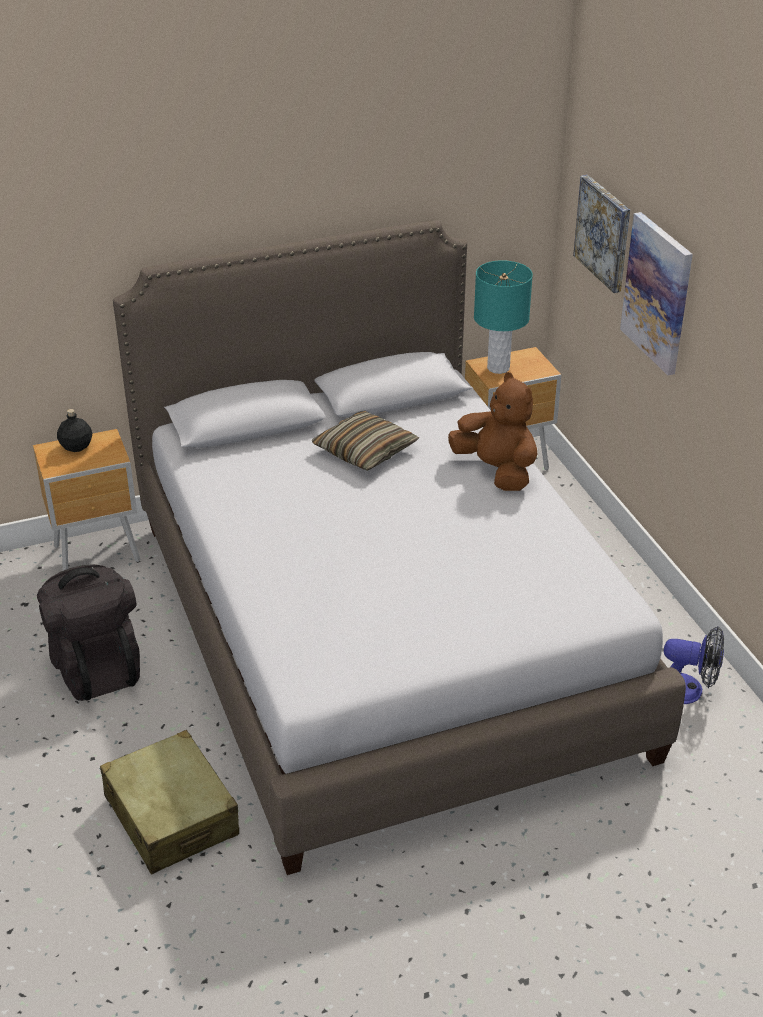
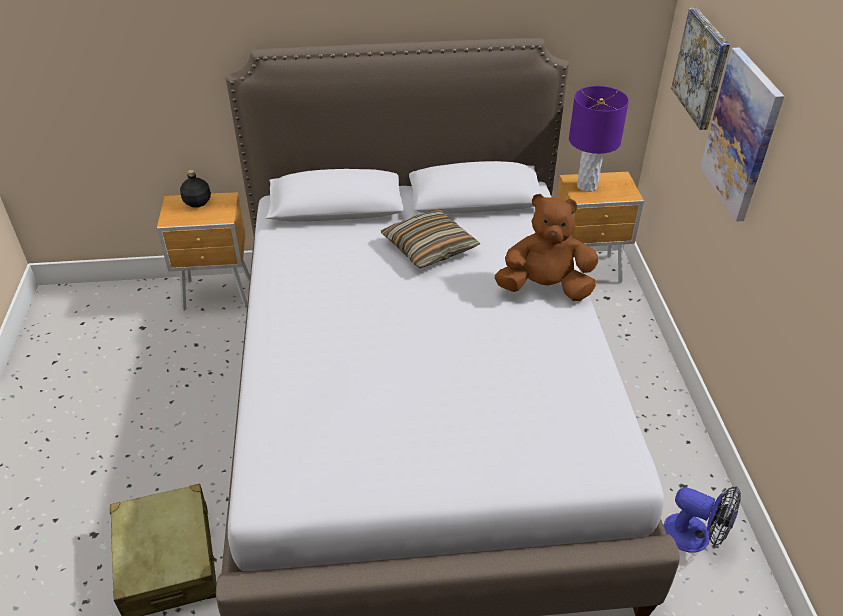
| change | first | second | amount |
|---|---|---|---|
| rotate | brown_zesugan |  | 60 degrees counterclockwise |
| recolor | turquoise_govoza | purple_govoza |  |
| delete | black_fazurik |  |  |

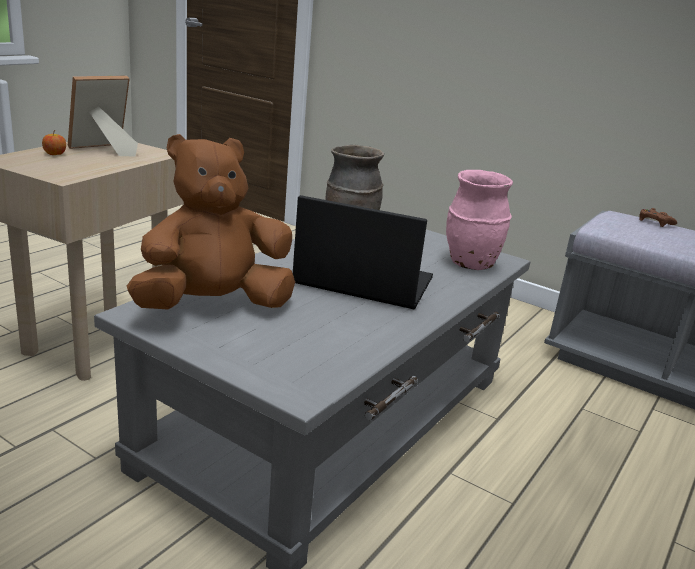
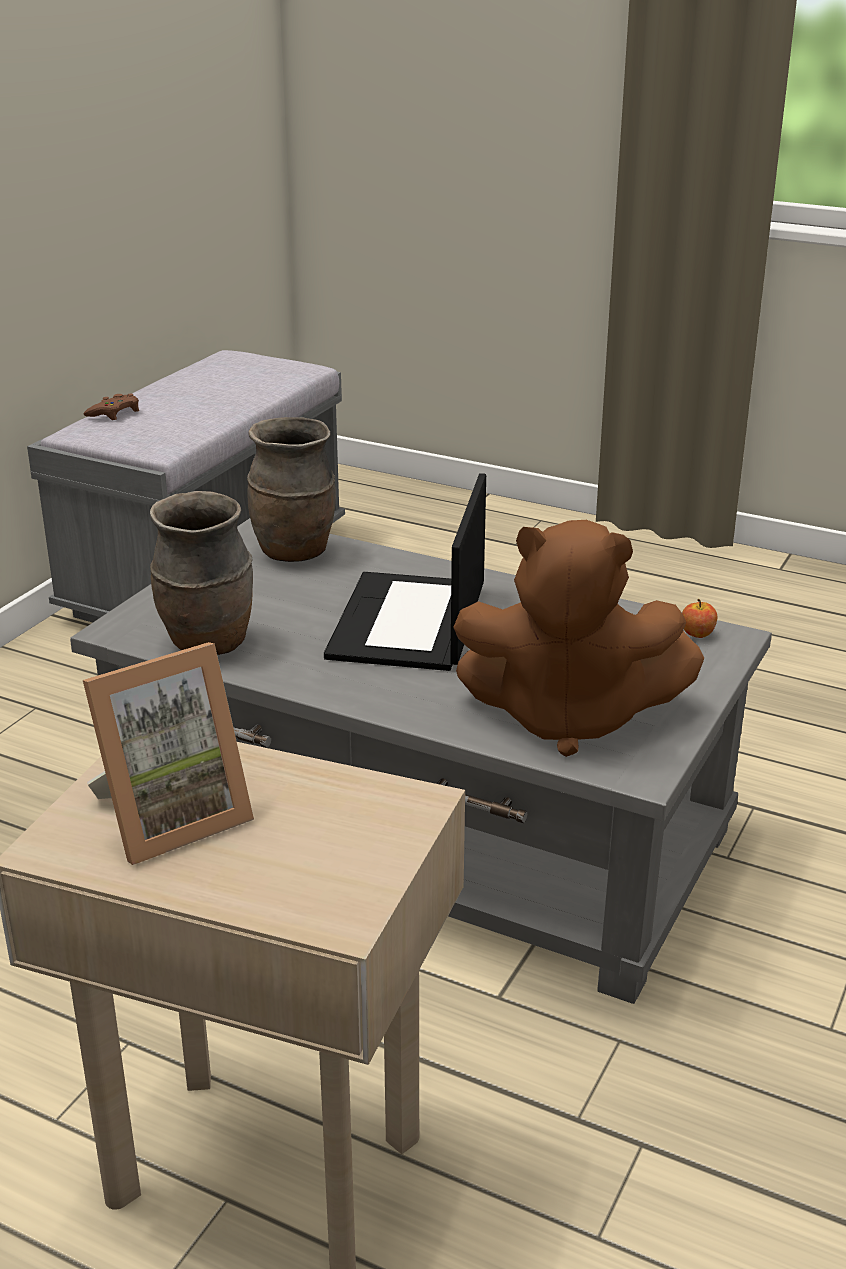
| change | first | second | amount |
|---|---|---|---|
| rotate | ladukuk |  | 75 degrees counterclockwise |
| recolor | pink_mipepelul | brown_mipepelul (2nd from left) |  |
| rotate | brown_zesugan |  | 45 degrees counterclockwise |
| move | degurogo |  |  |

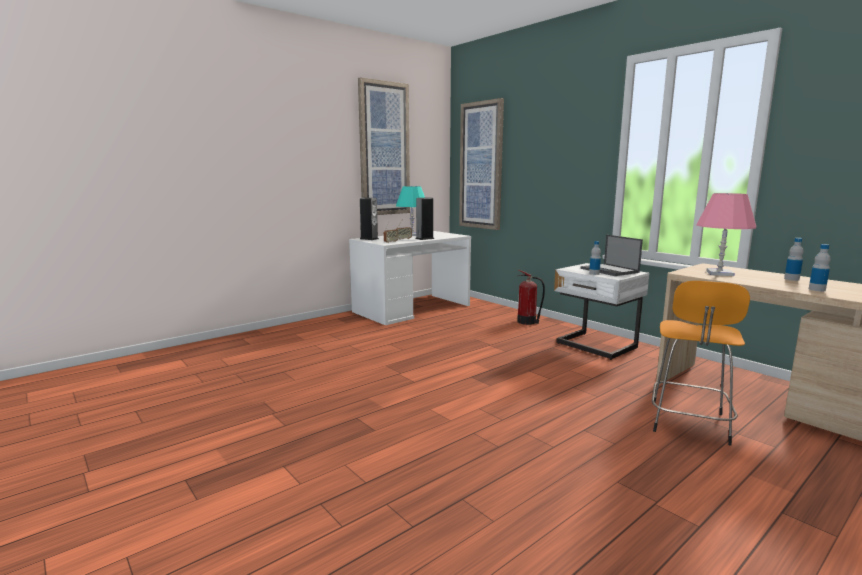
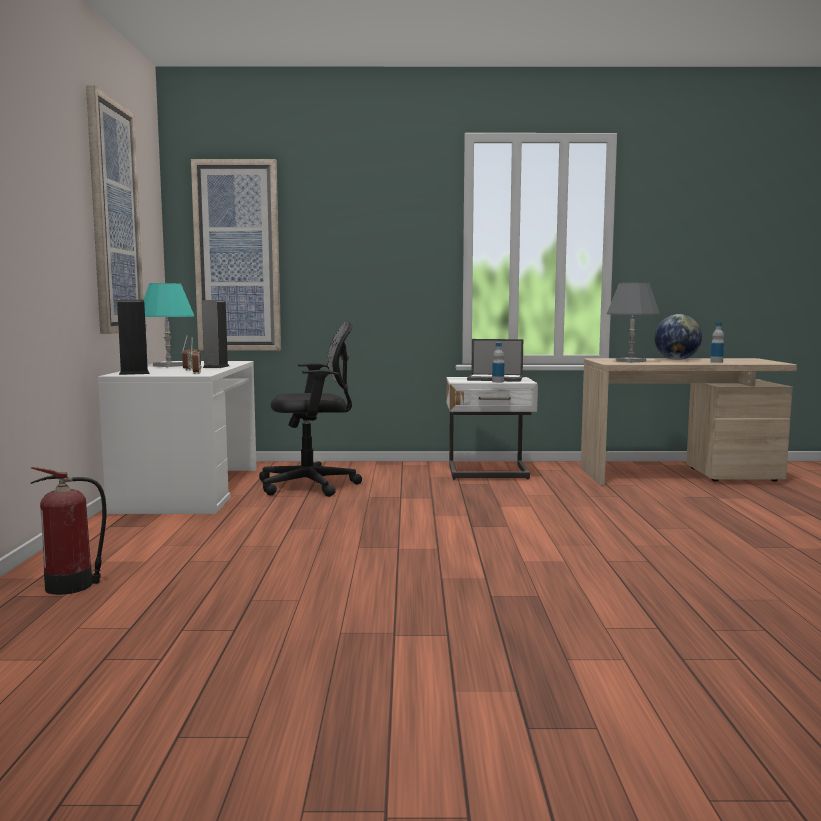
| change | first | second | amount |
|---|---|---|---|
| move | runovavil |  |  |
| insert |  | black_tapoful |  |
| recolor | pink_govoza | grey_govoza |  |
| replace | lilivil (2nd from left) | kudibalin |  |
| delete | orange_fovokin |  |  |

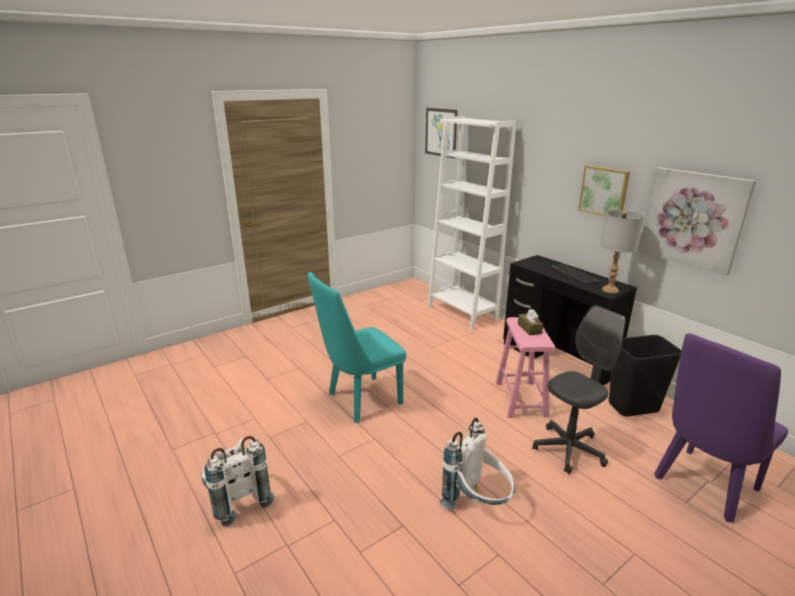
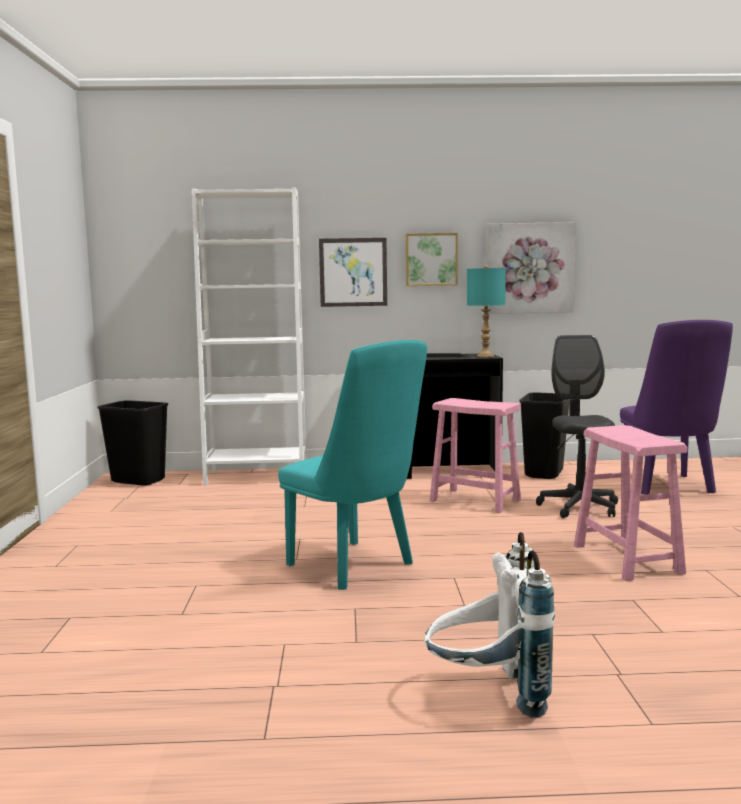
| change | first | second | amount |
|---|---|---|---|
| insert |  | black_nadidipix (1st from left) |  |
| rotate | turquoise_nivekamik |  | 45 degrees counterclockwise |
| move | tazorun (1st from left) |  |  |
| recolor | grey_govoza | turquoise_govoza |  |
| replace | white_fazurik (2nd from left) | pink_fovokin (2nd from left) |  |
| delete | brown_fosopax |  |  |

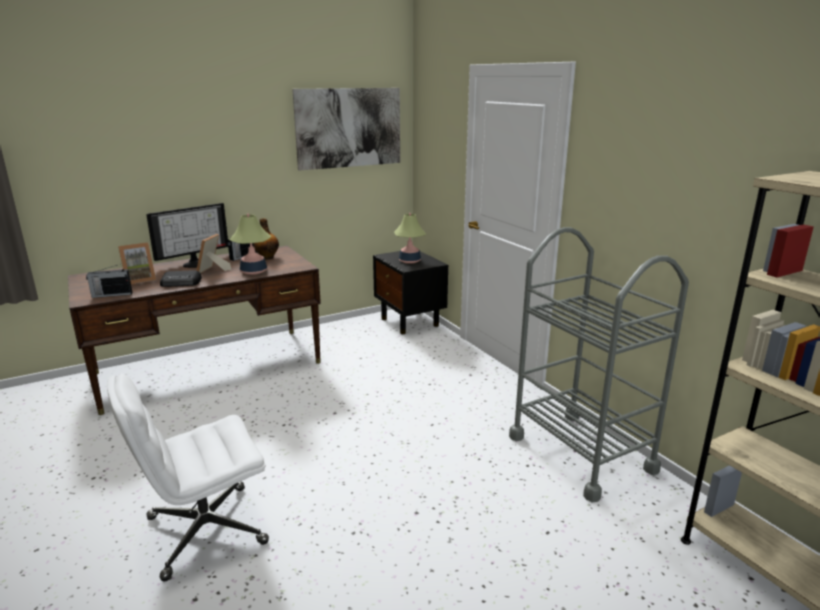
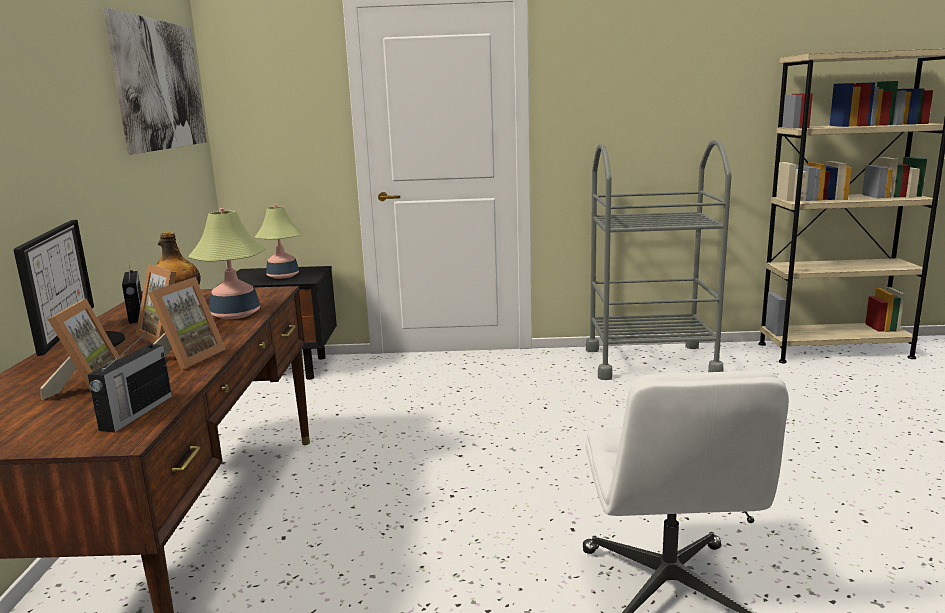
| change | first | second | amount |
|---|---|---|---|
| replace | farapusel (2nd from left) | ladukuk (3rd from left) |  |

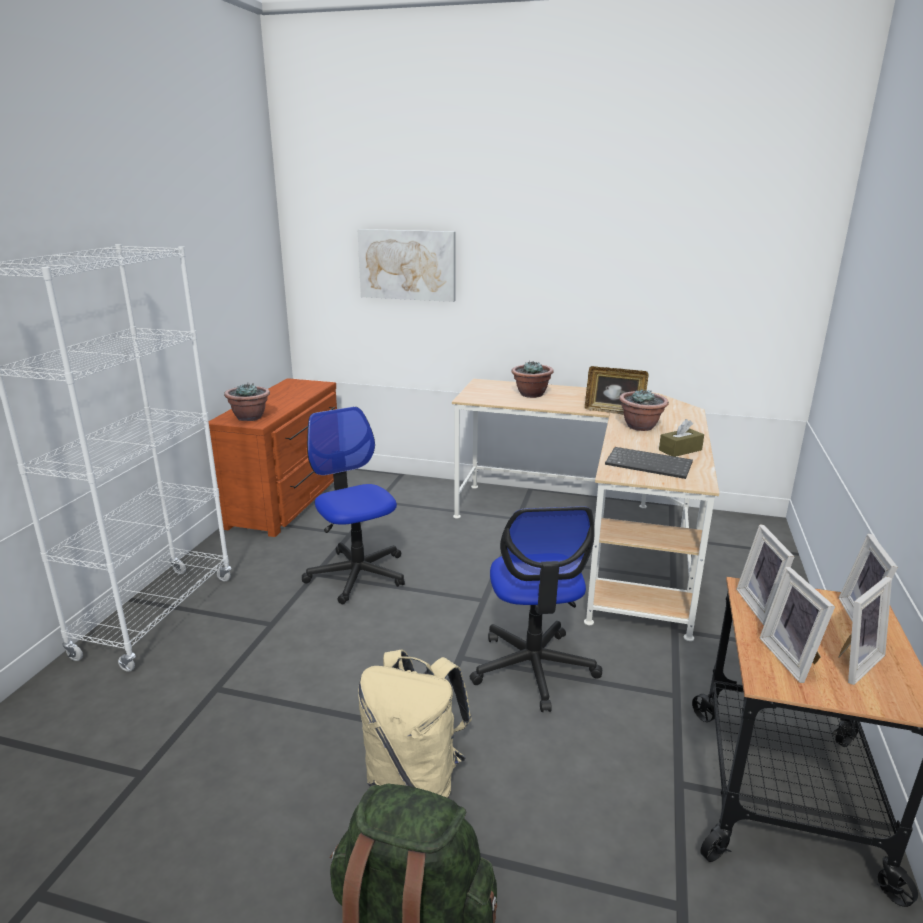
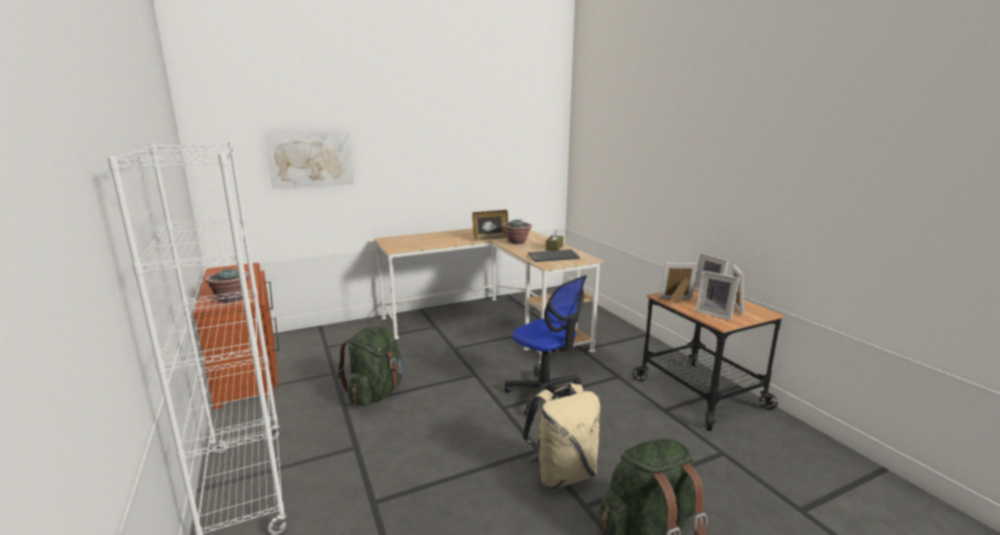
| change | first | second | amount |
|---|---|---|---|
| replace | tapoful (1st from left) | green_fazurik (1st from left) |  |
| rotate | ladukuk (2nd from left) |  | 135 degrees clockwise |
| delete | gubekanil (2nd from left) |  |  |

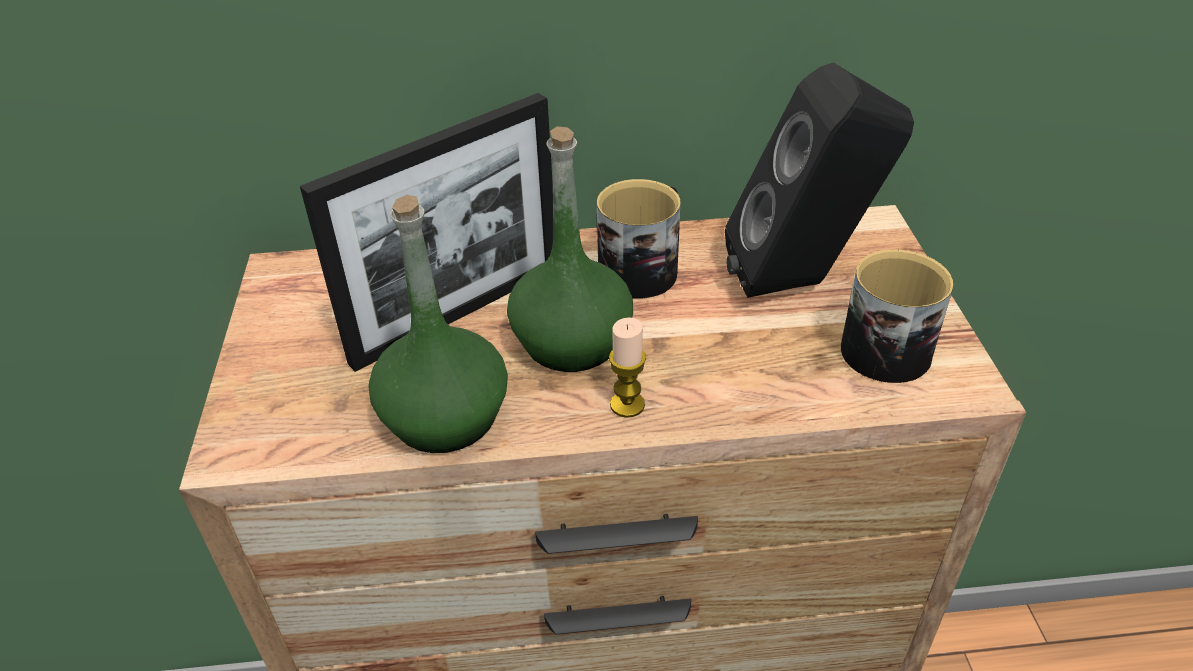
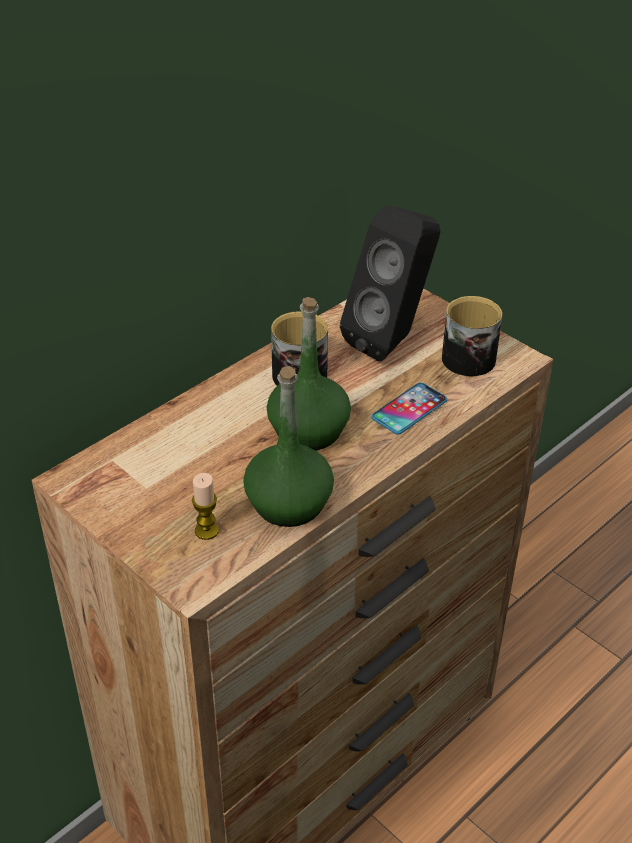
| change | first | second | amount |
|---|---|---|---|
| move | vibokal |  |  |
| insert |  | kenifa |  |
| delete | ladukuk |  |  |

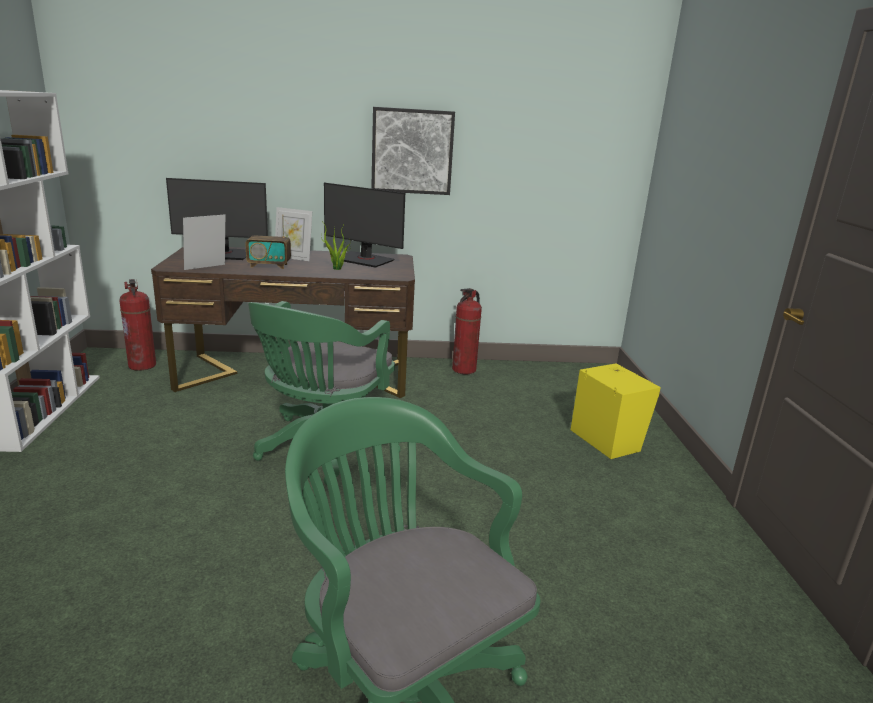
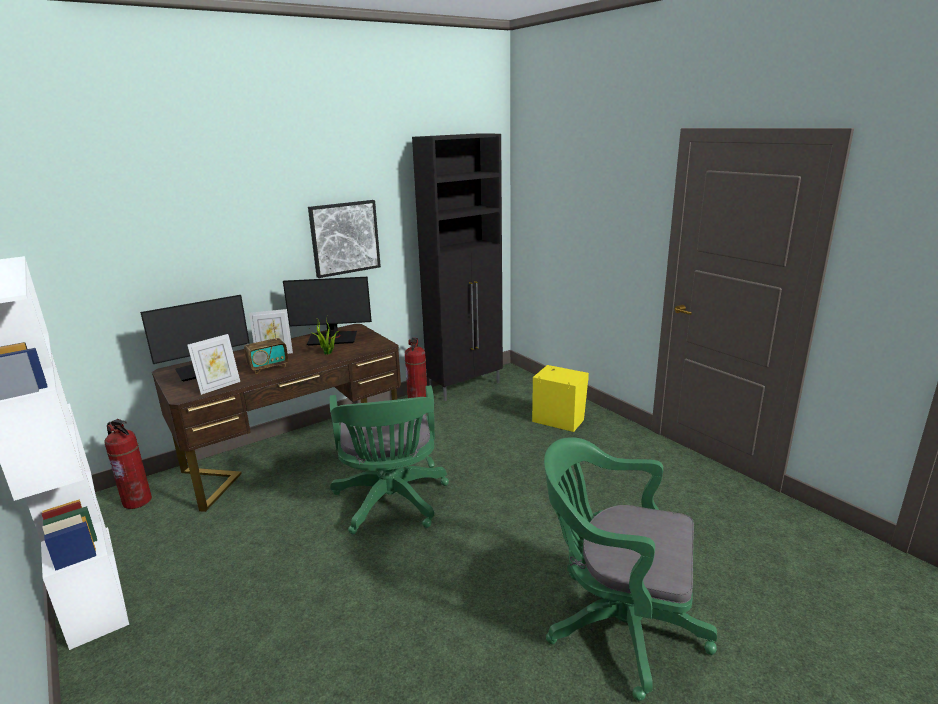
| change | first | second | amount |
|---|---|---|---|
| rotate | ladukuk (1st from left) |  | 150 degrees counterclockwise |
| insert |  | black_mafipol |  |

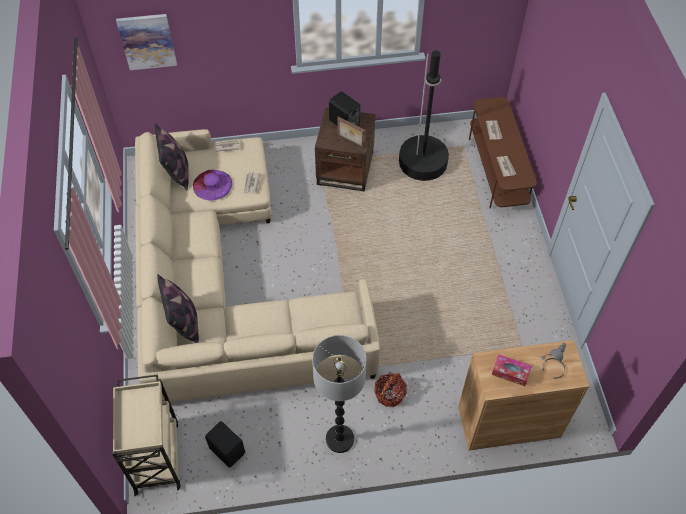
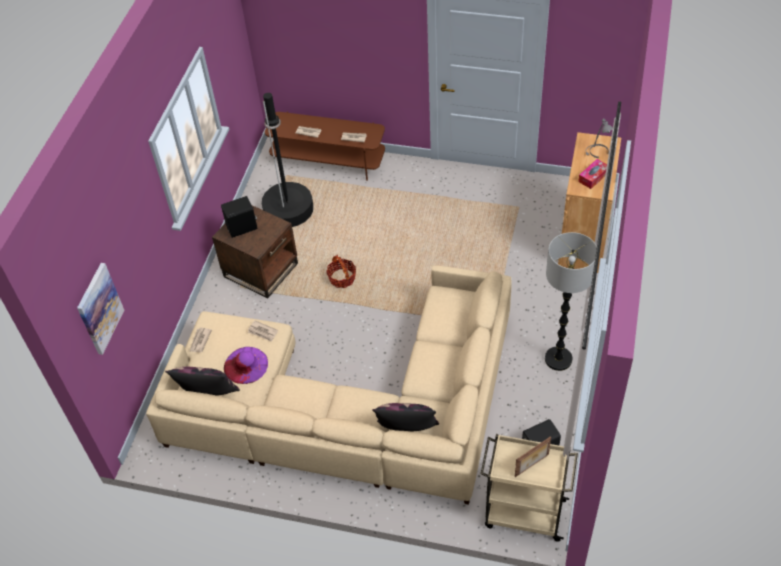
| change | first | second | amount |
|---|---|---|---|
| move | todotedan |  |  |
| move | ladukuk |  |  |

